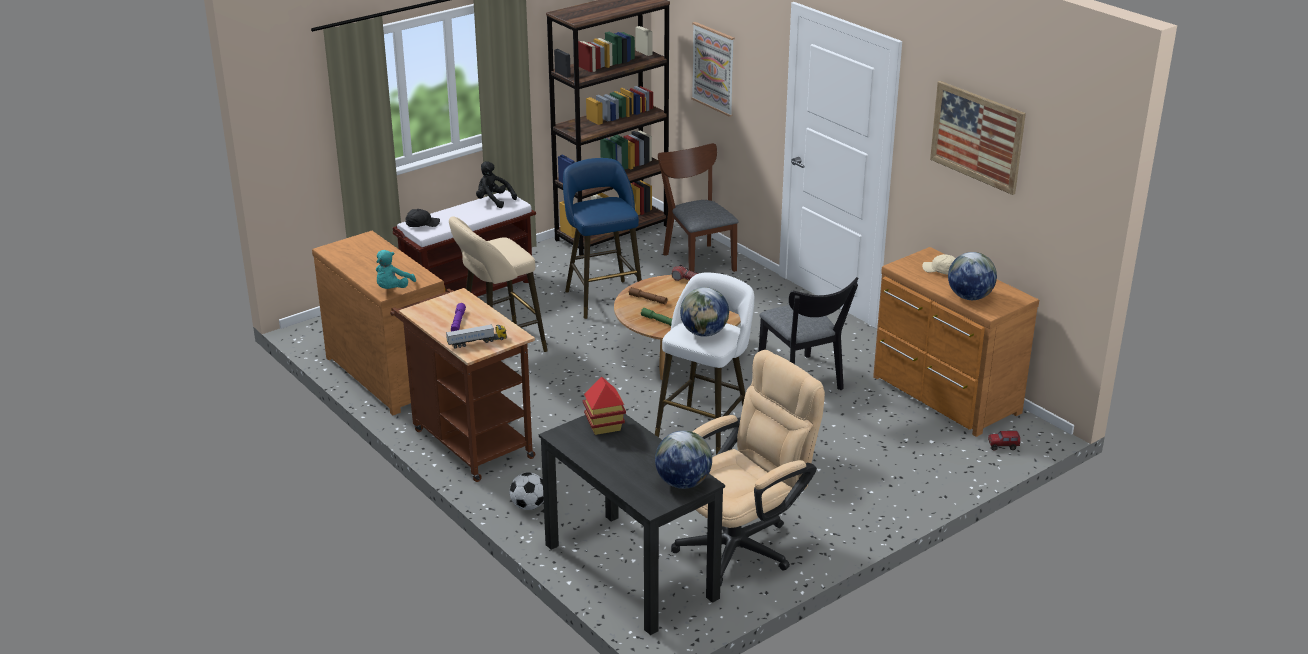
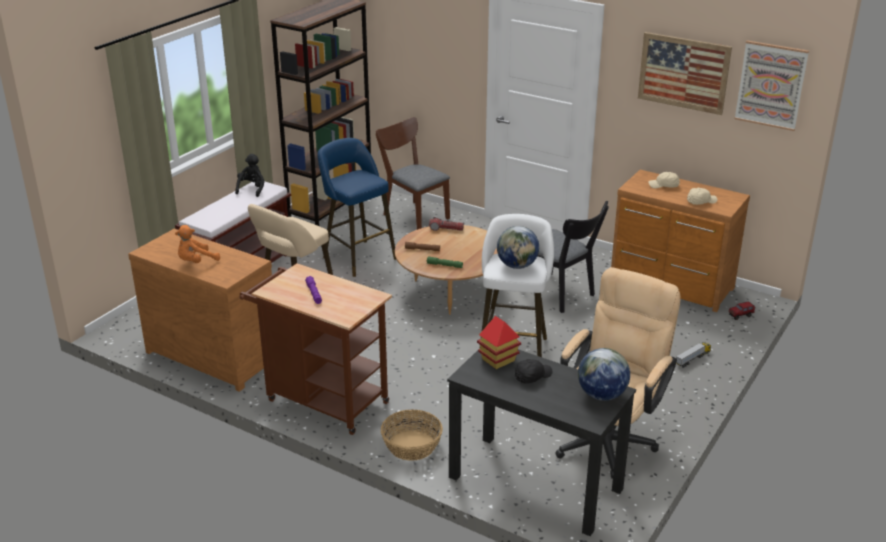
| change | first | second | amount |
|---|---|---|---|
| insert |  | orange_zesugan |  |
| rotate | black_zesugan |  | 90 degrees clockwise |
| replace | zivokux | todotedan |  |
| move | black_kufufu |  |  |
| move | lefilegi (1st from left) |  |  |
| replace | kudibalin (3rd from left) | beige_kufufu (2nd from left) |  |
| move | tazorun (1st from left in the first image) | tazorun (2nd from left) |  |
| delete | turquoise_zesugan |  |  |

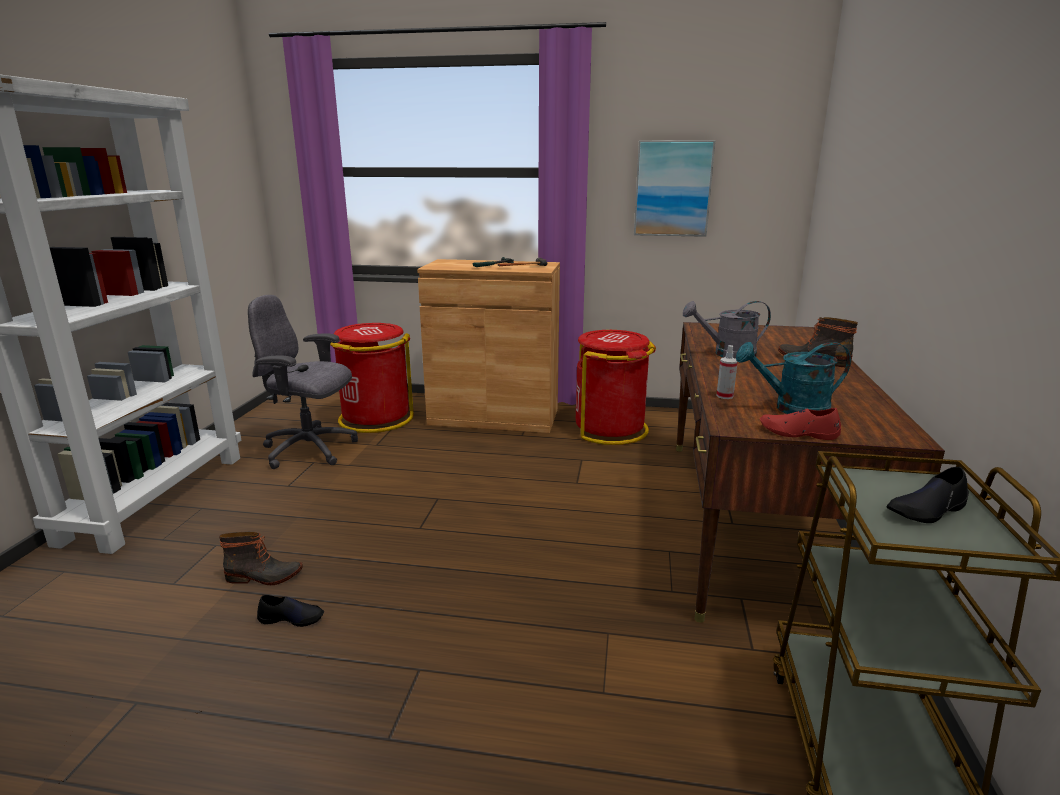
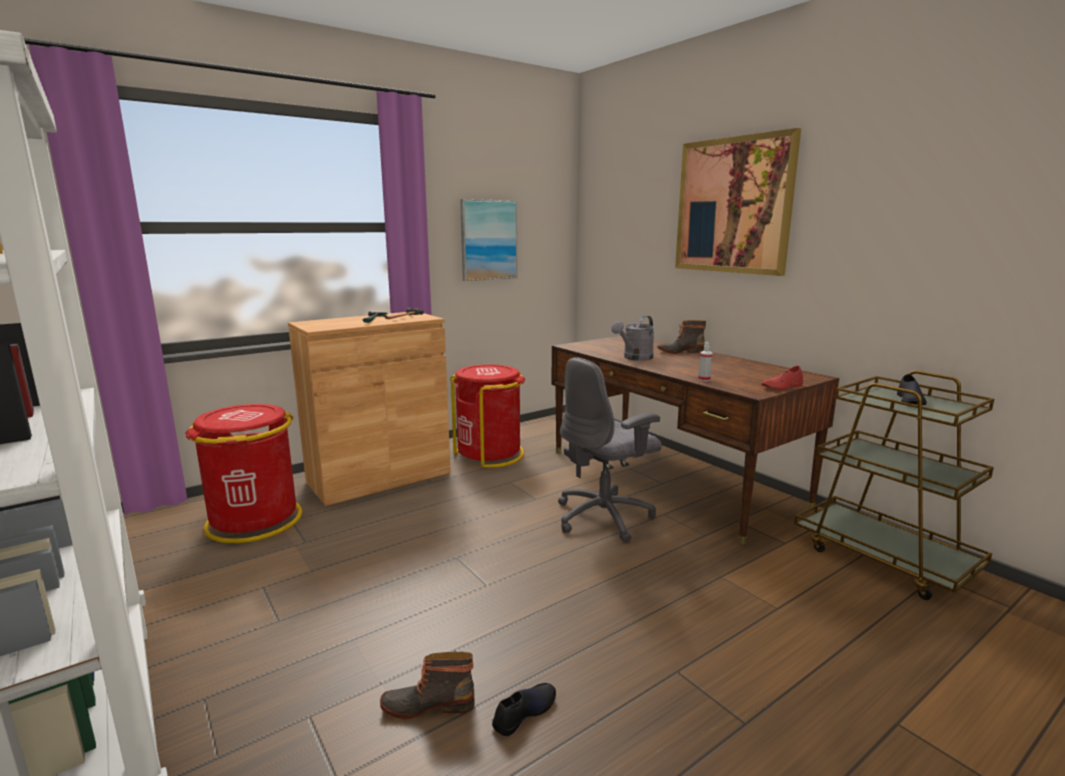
| change | first | second | amount |
|---|---|---|---|
| rotate | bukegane (1st from left) |  | 135 degrees counterclockwise |
| move | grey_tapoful |  |  |
| insert |  | tazorun (2nd from left) |  |
| delete | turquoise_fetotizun |  |  |

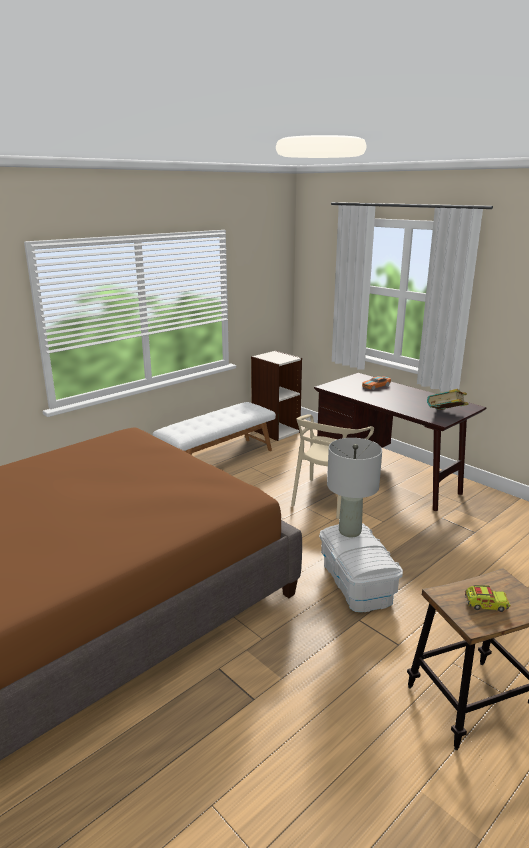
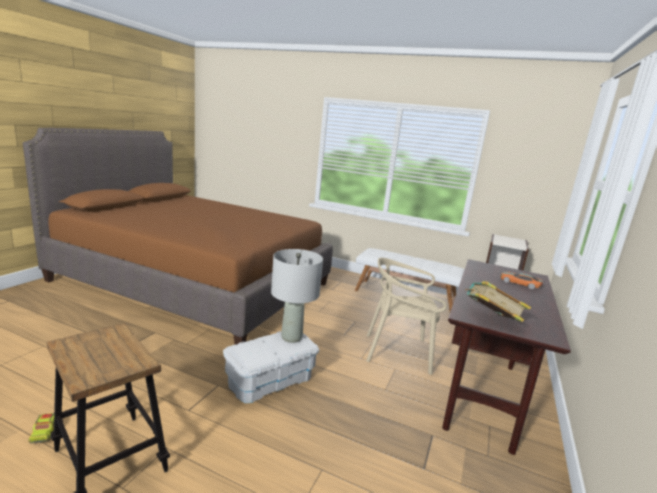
| change | first | second | amount |
|---|---|---|---|
| move | lefilegi |  |  |

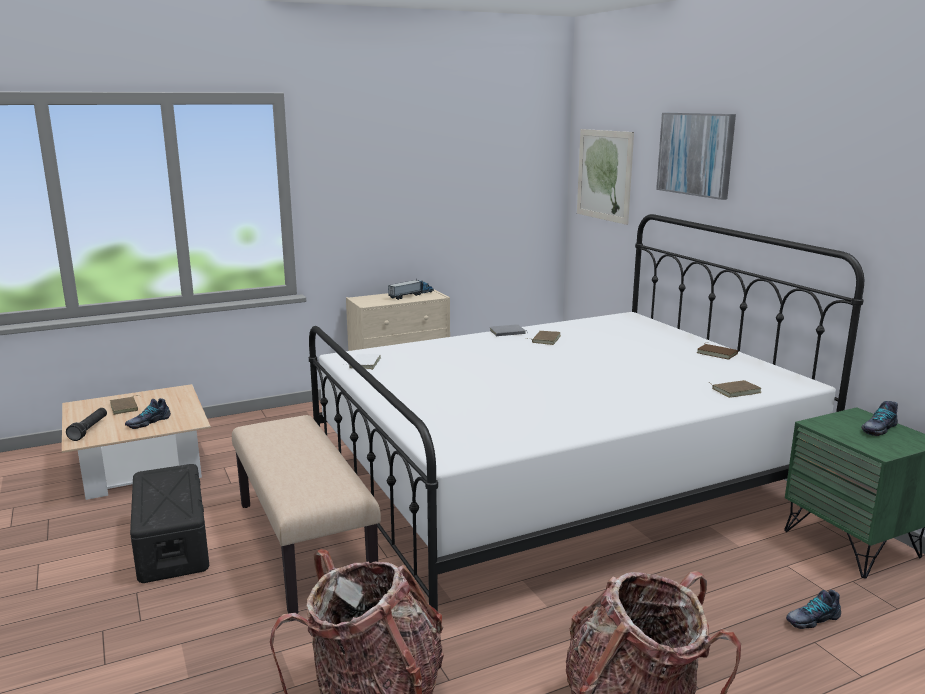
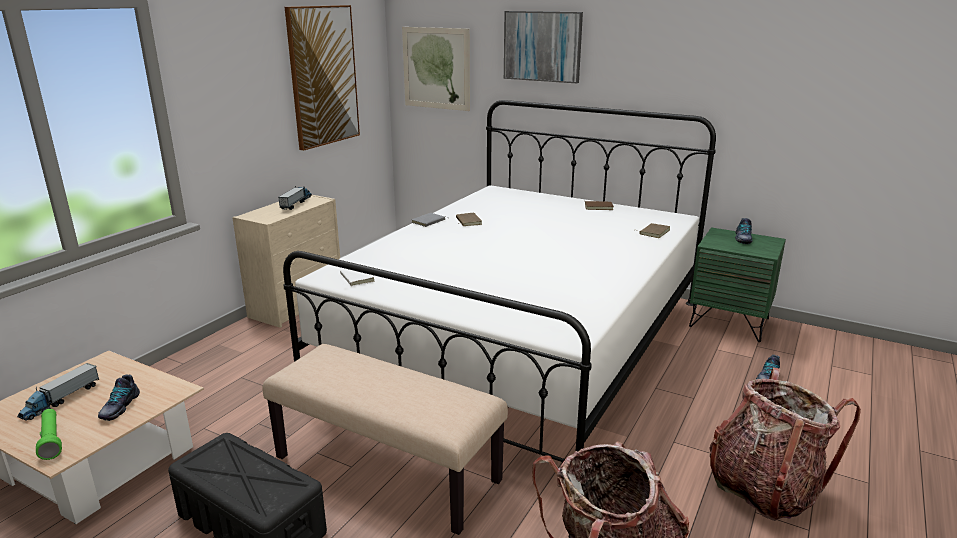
| change | first | second | amount |
|---|---|---|---|
| replace | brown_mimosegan (1st from left) | lefilegi (1st from left) |  |
| recolor | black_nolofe | green_nolofe |  |
| insert |  | tazorun (1st from left) |  |

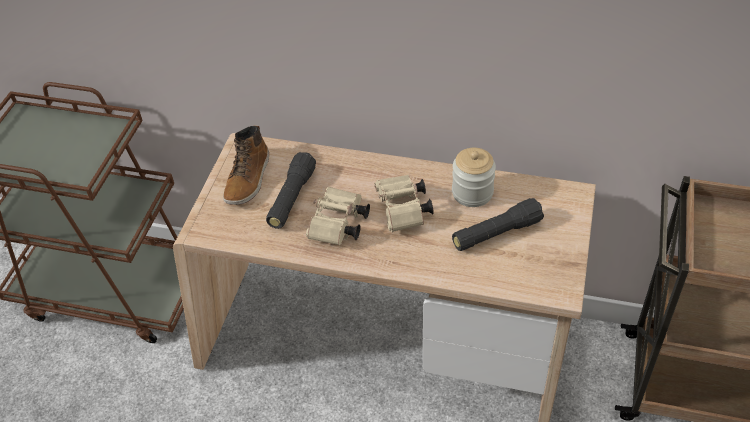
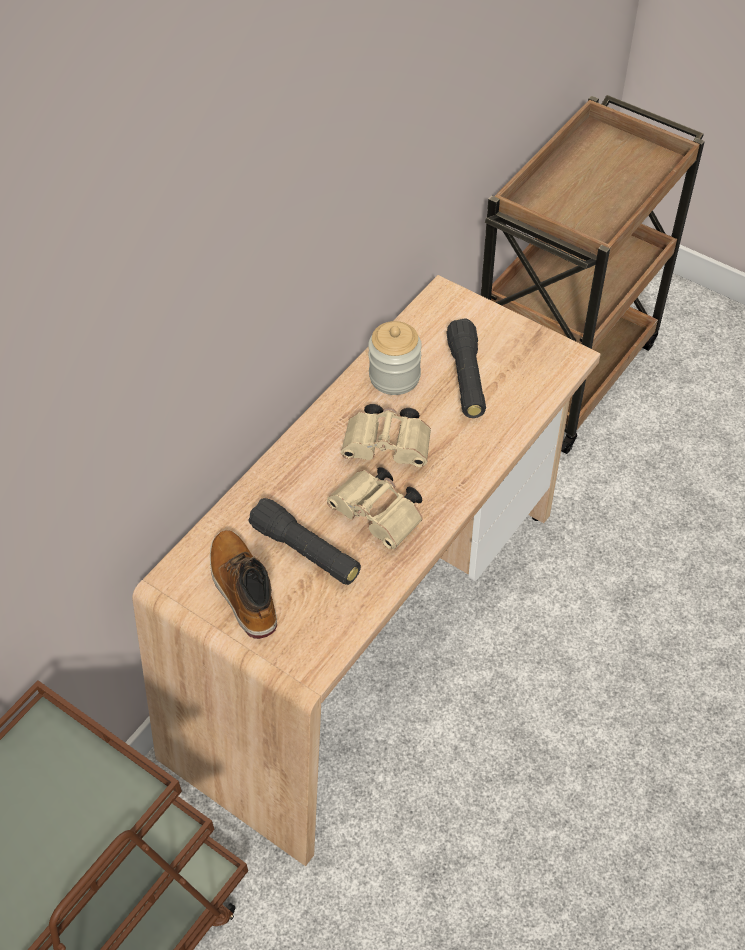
| change | first | second | amount |
|---|---|---|---|
| rotate | bukegane |  | 150 degrees counterclockwise |

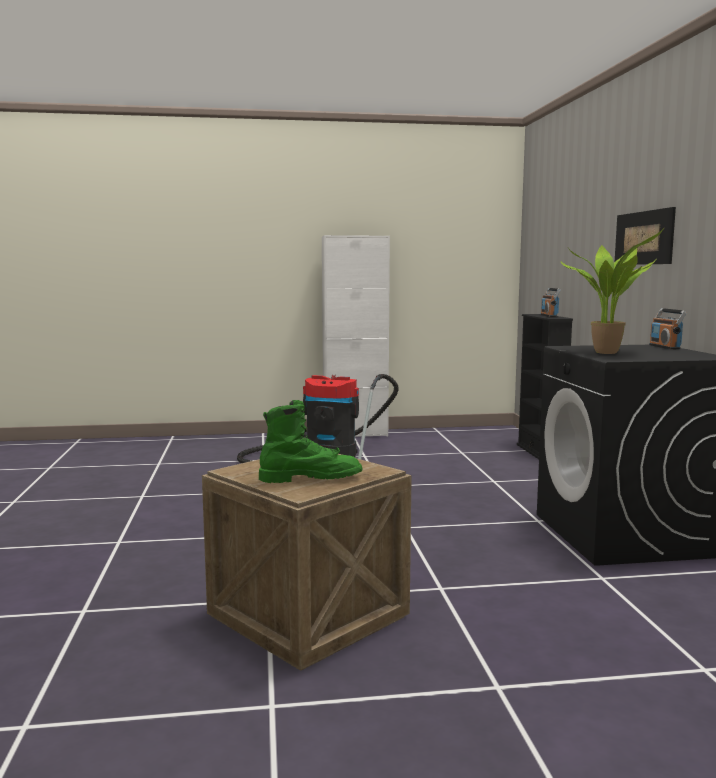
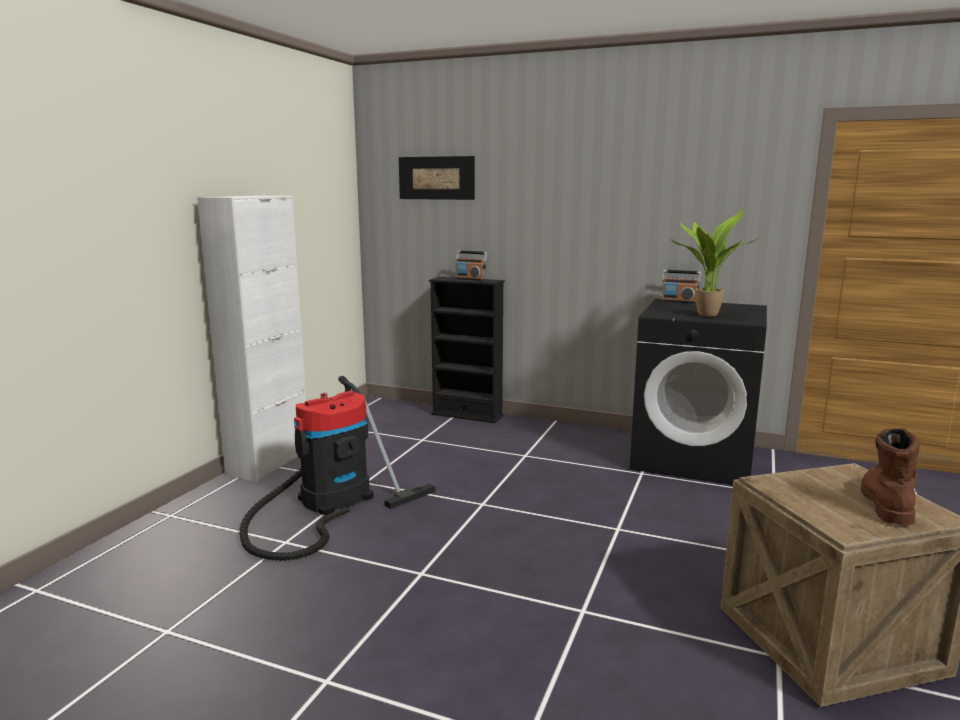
| change | first | second | amount |
|---|---|---|---|
| move | tazorun |  |  |
| recolor | green_bukegane | brown_bukegane |  |

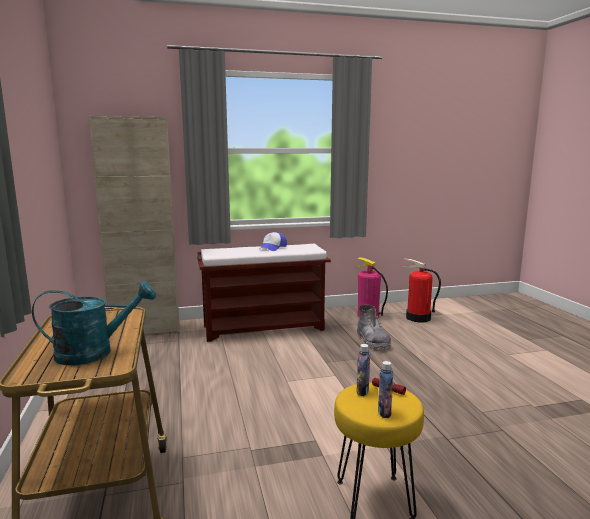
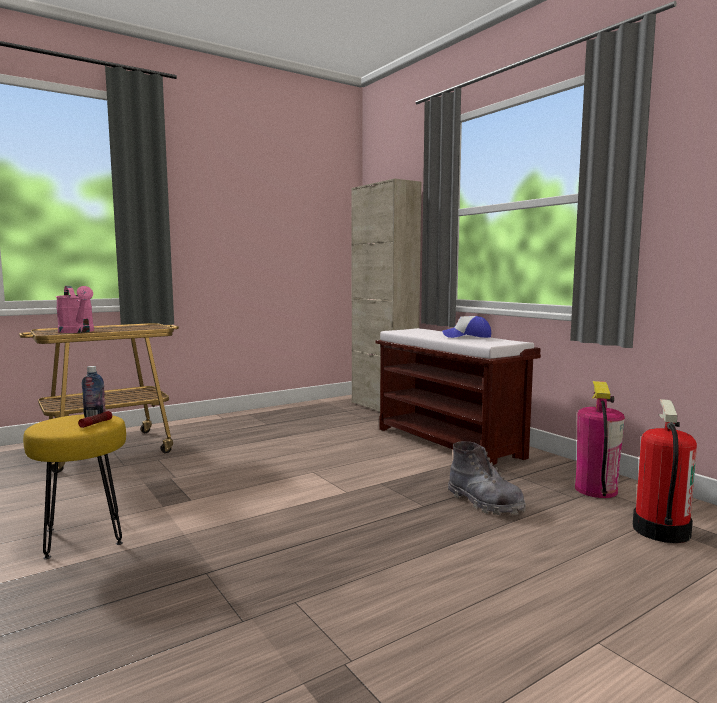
| change | first | second | amount |
|---|---|---|---|
| recolor | turquoise_fetotizun | pink_fetotizun |  |
| rotate | grey_bukegane |  | 90 degrees counterclockwise |
| delete | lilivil (2nd from left) |  |  |

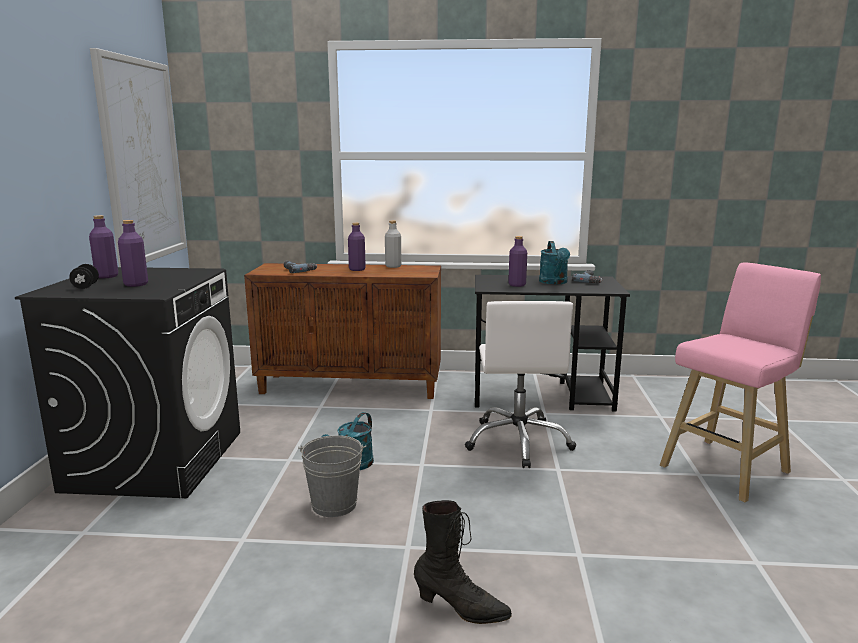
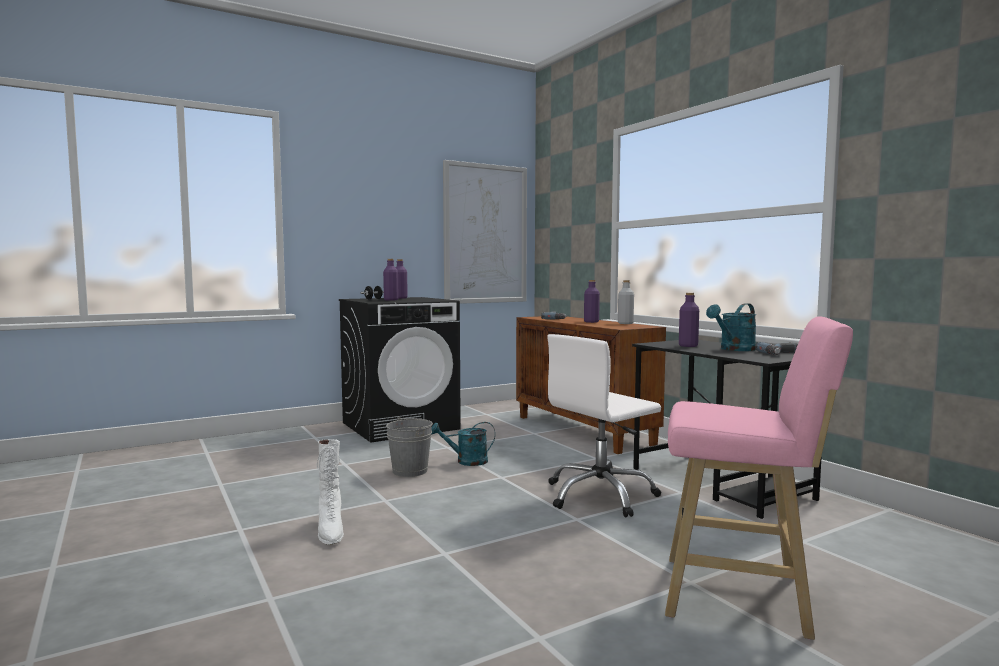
| change | first | second | amount |
|---|---|---|---|
| recolor | black_bukegane | white_bukegane |  |

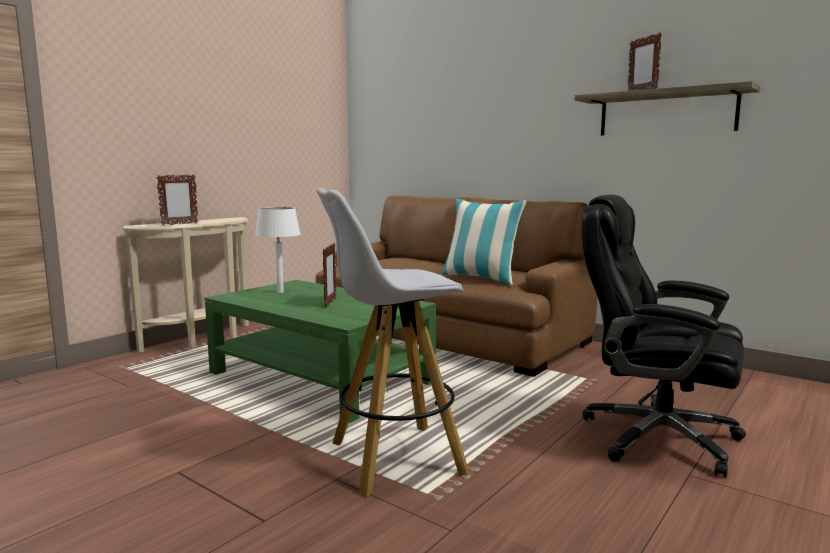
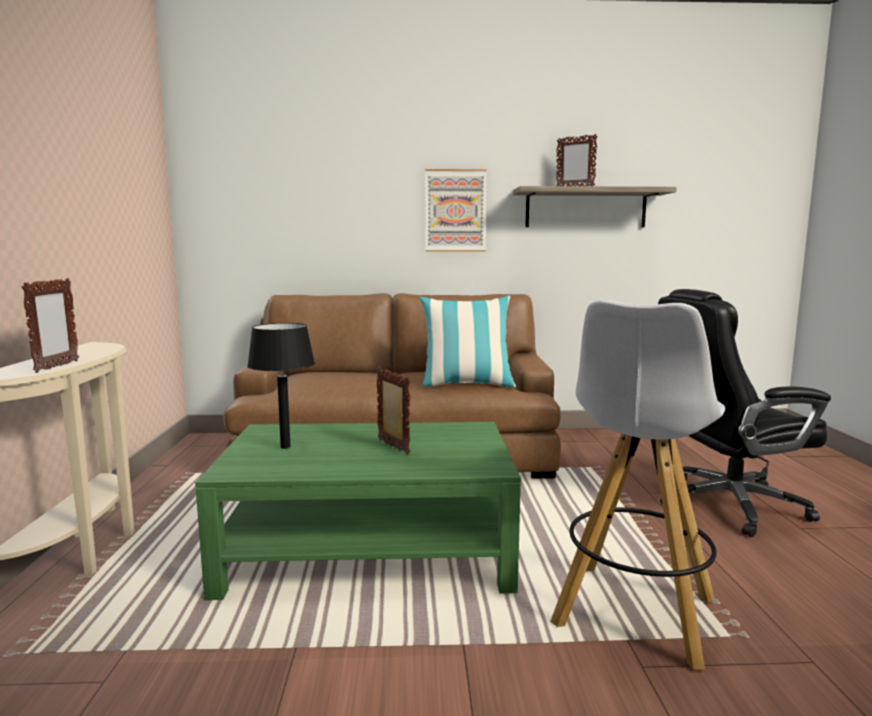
| change | first | second | amount |
|---|---|---|---|
| recolor | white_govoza | black_govoza |  |
| insert |  | tazorun |  |

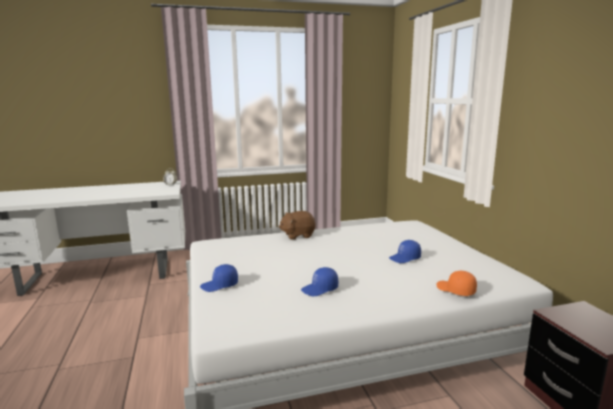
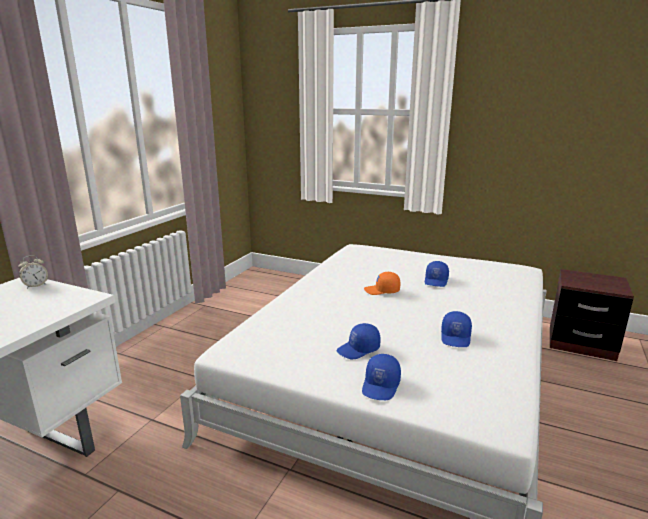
| change | first | second | amount |
|---|---|---|---|
| insert |  | blue_kufufu (1st from left) |  |
| move | orange_kufufu |  |  |
| delete | brown_zesugan |  |  |

